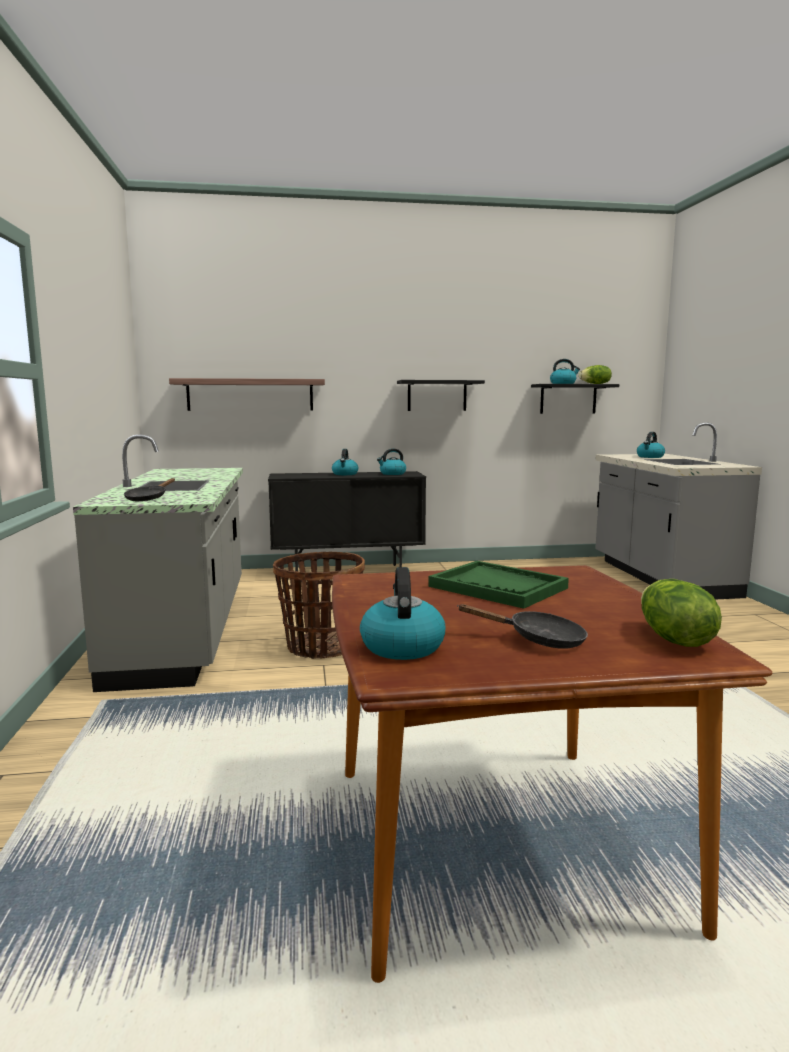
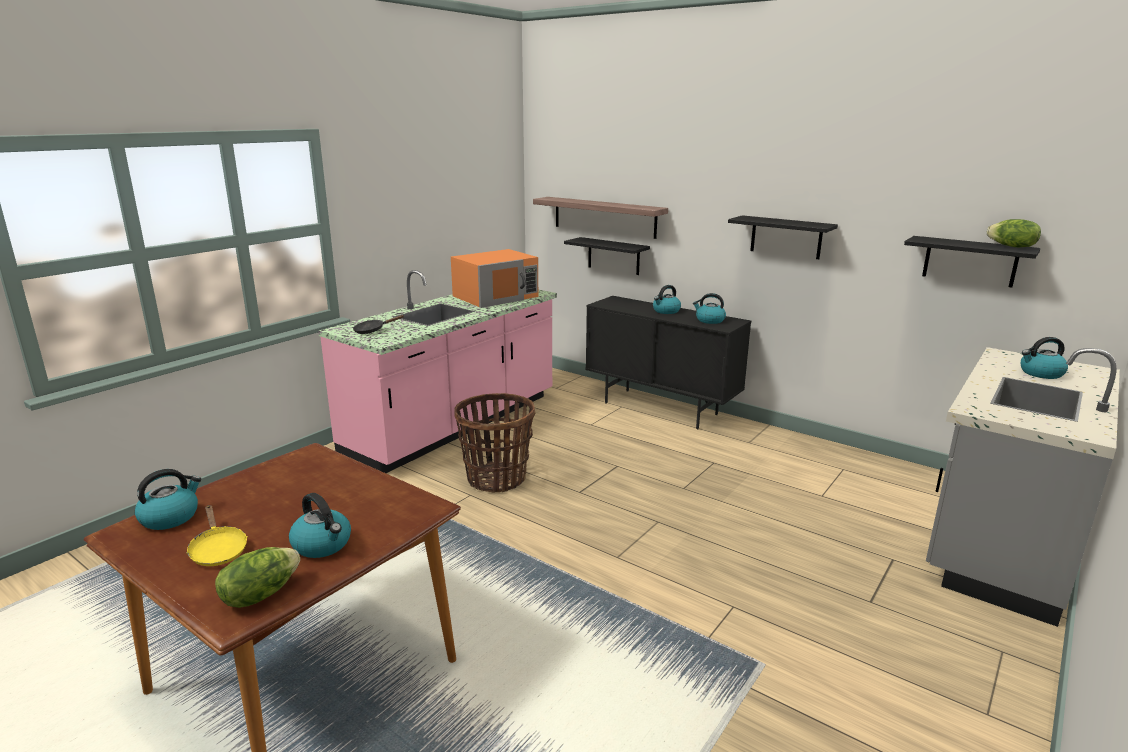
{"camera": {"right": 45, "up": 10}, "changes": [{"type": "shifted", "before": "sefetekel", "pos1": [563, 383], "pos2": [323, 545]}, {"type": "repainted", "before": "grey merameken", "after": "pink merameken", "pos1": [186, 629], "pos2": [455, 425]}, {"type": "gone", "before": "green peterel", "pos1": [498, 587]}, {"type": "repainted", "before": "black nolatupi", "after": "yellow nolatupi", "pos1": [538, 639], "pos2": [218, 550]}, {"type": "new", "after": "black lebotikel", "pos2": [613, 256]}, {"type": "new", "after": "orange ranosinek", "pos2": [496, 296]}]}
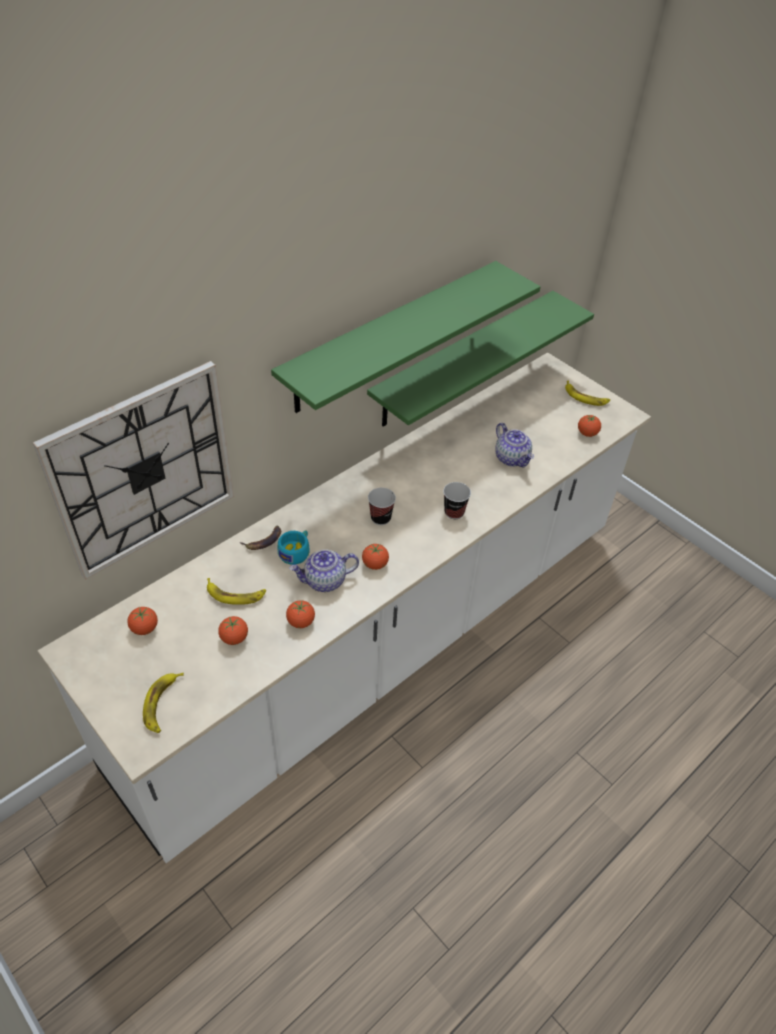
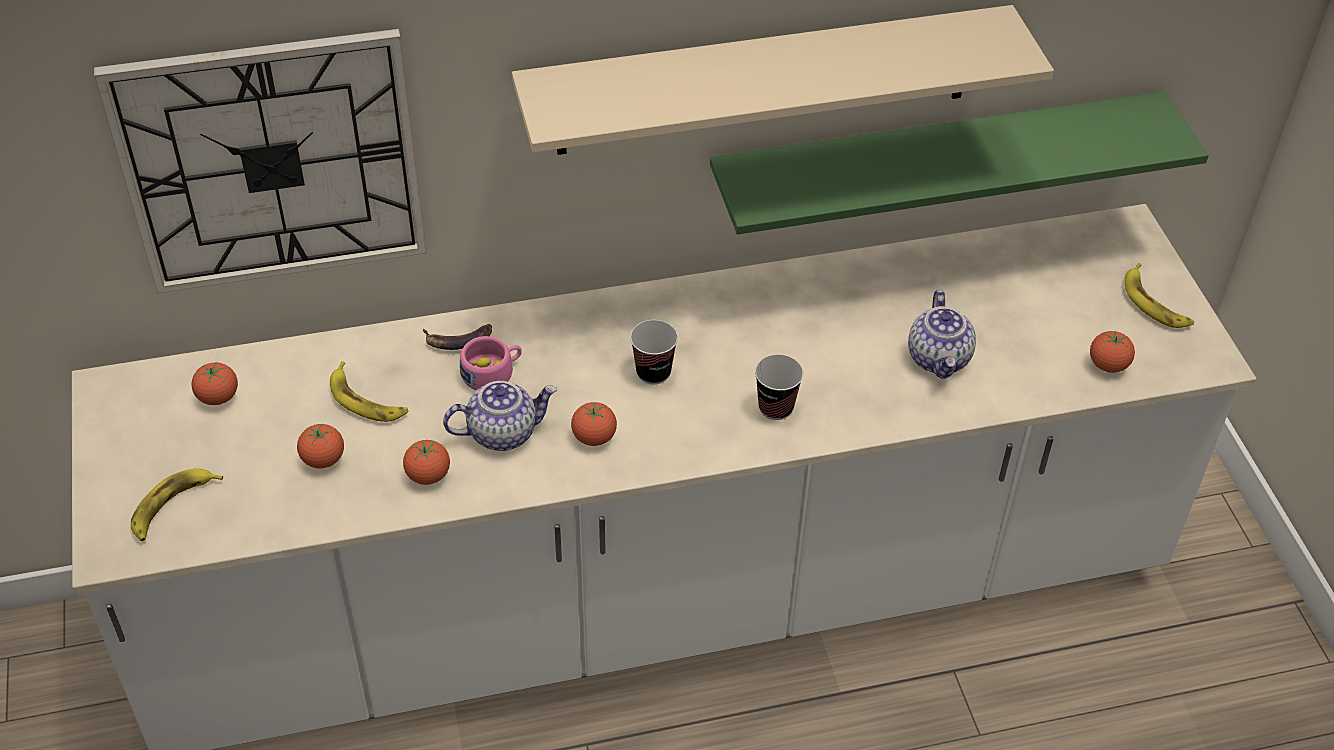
{"camera": {"right": 30, "up": 0}, "changes": [{"type": "repainted", "before": "green lebotikel", "after": "beige lebotikel", "pos1": [391, 336], "pos2": [765, 81]}, {"type": "repainted", "before": "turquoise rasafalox", "after": "pink rasafalox", "pos1": [296, 551], "pos2": [492, 373]}, {"type": "rotated", "before": "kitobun", "pos1": [324, 581], "pos2": [503, 432], "turn": 150}]}
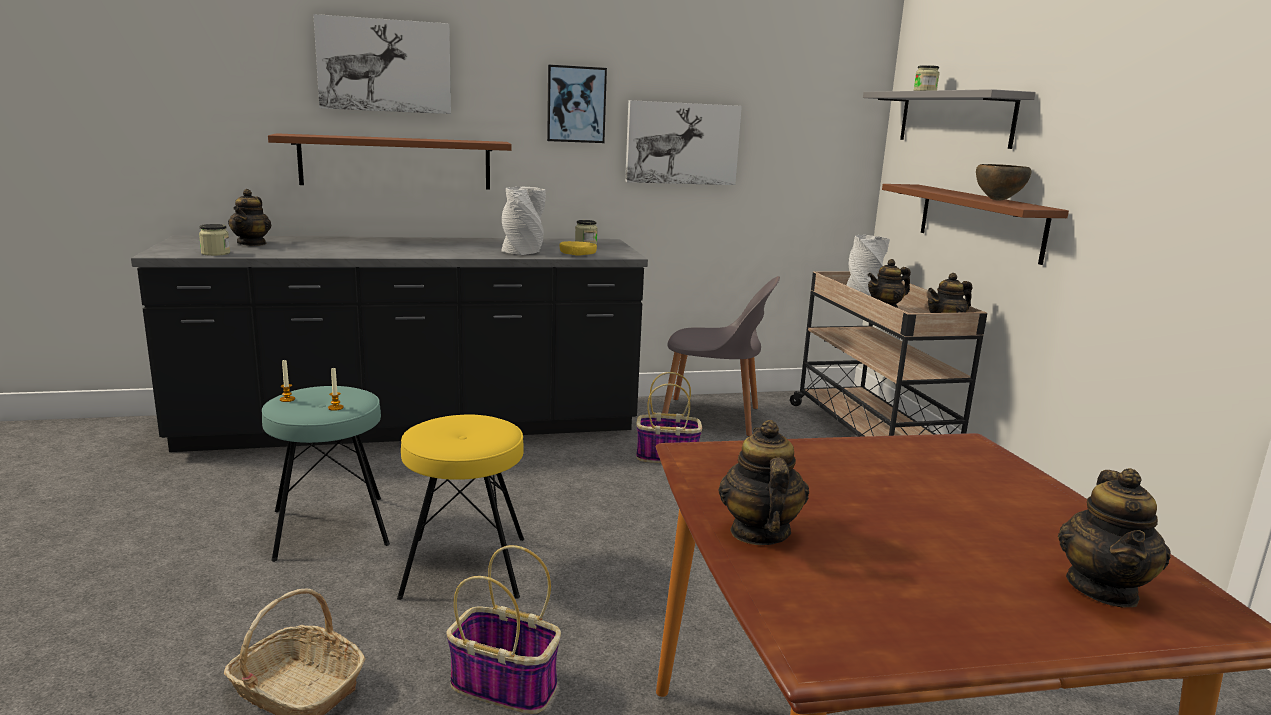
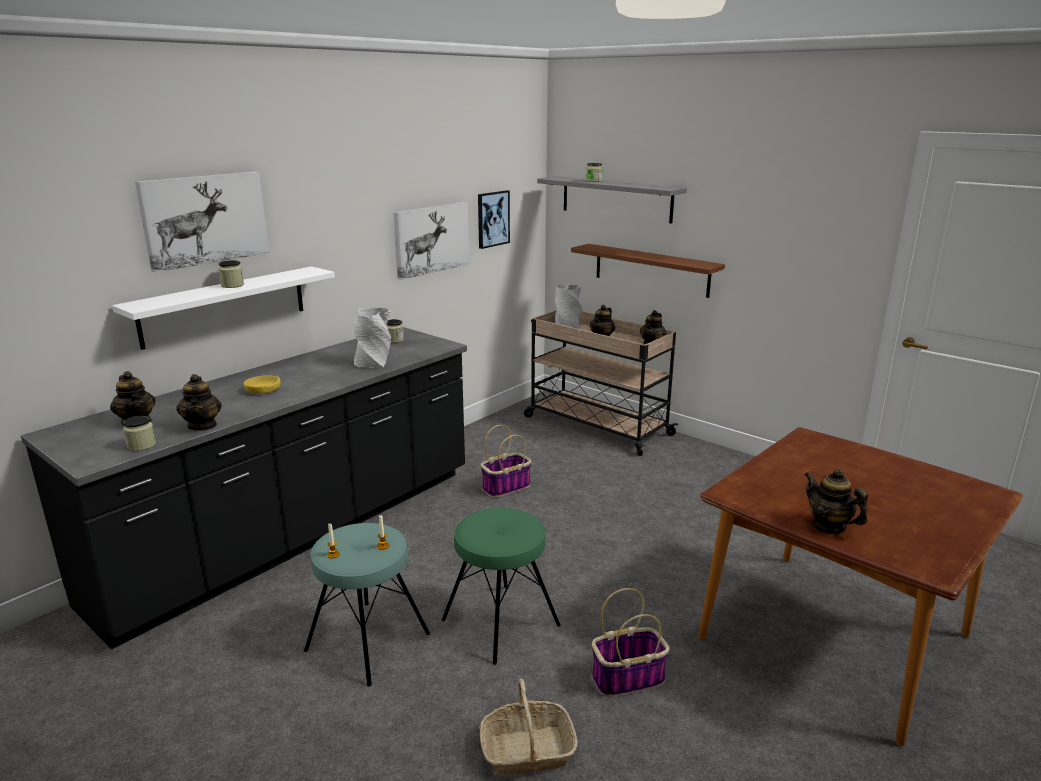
{"camera": {"right": -35, "up": 5}, "changes": [{"type": "shifted", "before": "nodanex", "pos1": [576, 104], "pos2": [492, 219]}, {"type": "repainted", "before": "brown lebotikel", "after": "white lebotikel", "pos1": [396, 162], "pos2": [224, 306]}, {"type": "gone", "before": "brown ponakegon", "pos1": [997, 200]}, {"type": "shifted", "before": "yellow ponakegon", "pos1": [577, 253], "pos2": [263, 389]}, {"type": "gone", "before": "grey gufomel", "pos1": [714, 417]}, {"type": "repainted", "before": "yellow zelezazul", "after": "green zelezazul", "pos1": [464, 567], "pos2": [500, 623]}, {"type": "shifted", "before": "kitobun", "pos1": [1103, 589], "pos2": [203, 425]}, {"type": "new", "after": "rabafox", "pos2": [232, 285]}]}
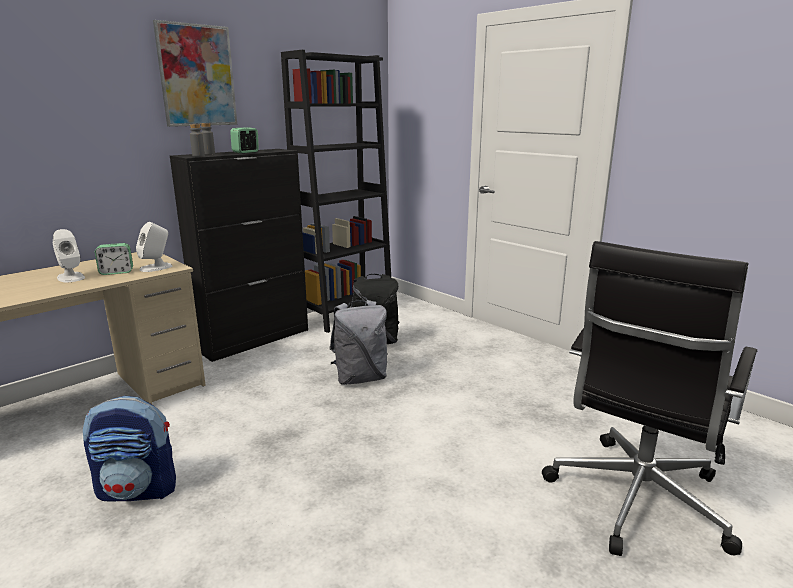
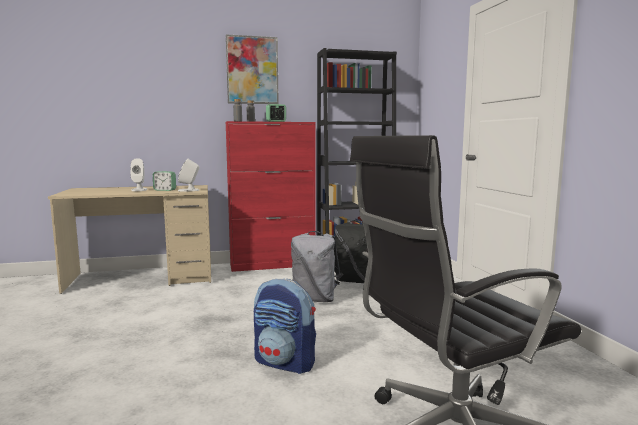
{"camera": {"right": 30, "up": -10}, "changes": [{"type": "repainted", "before": "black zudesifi", "after": "red zudesifi", "pos1": [255, 339], "pos2": [273, 265]}, {"type": "shifted", "before": "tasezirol", "pos1": [139, 489], "pos2": [285, 362]}]}
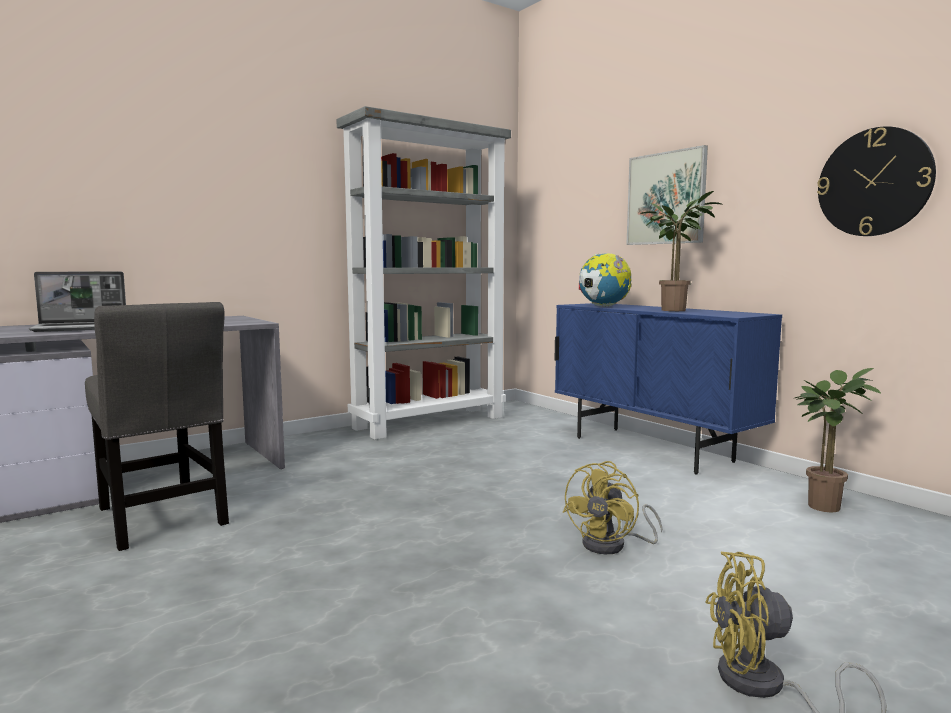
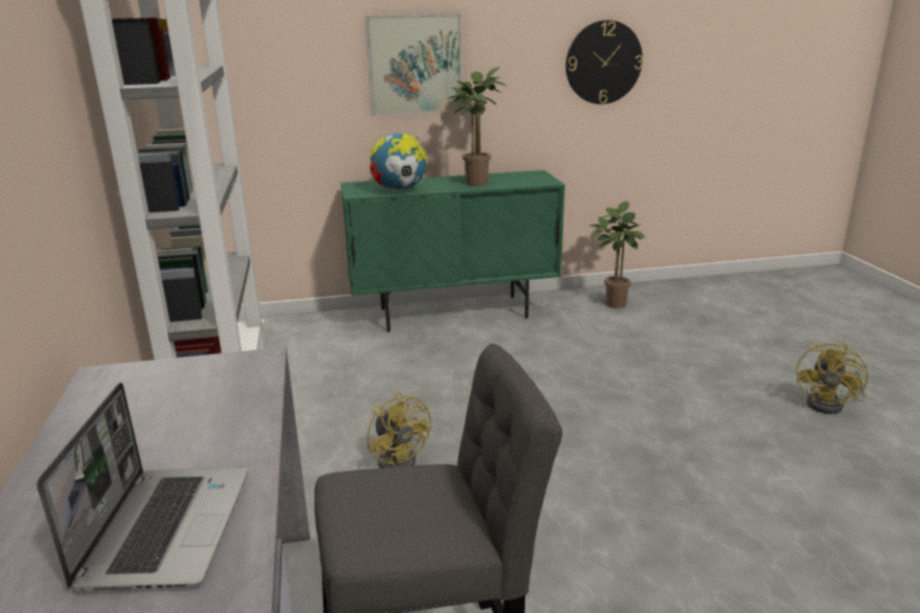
{"camera": {"right": -65, "up": 15}, "changes": [{"type": "repainted", "before": "blue zudesifi", "after": "green zudesifi", "pos1": [651, 449], "pos2": [454, 313]}, {"type": "shifted", "before": "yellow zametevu", "pos1": [612, 545], "pos2": [400, 458]}]}
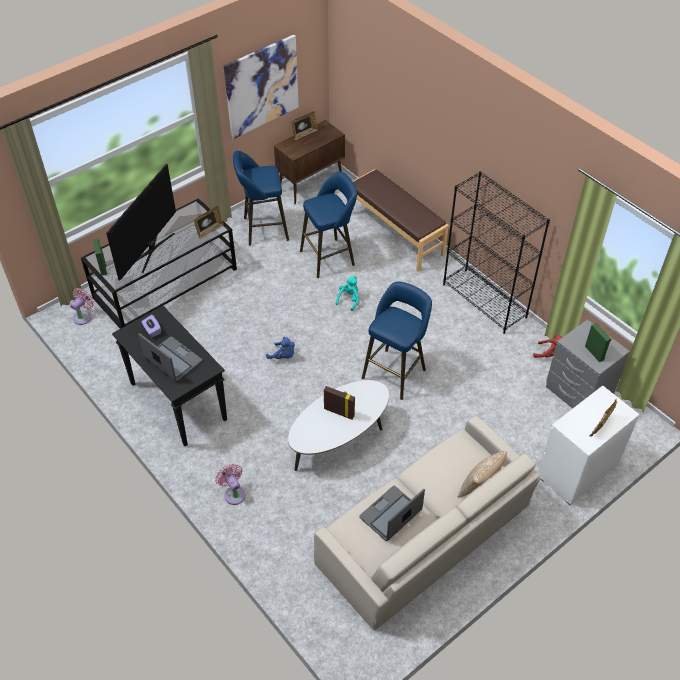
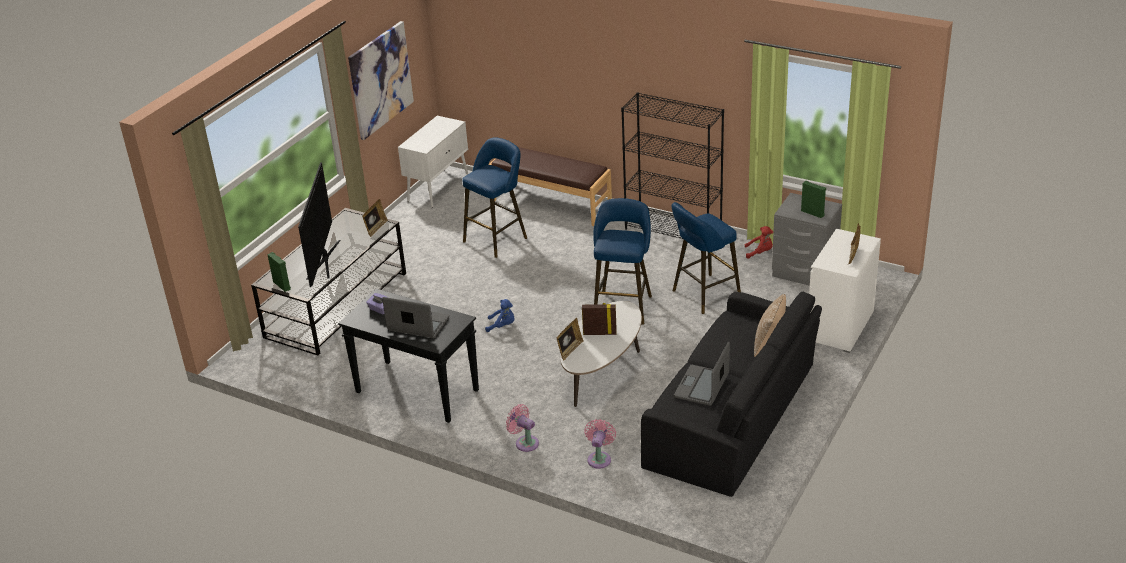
{"camera": {"right": -20, "up": -15}, "changes": [{"type": "shifted", "before": "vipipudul", "pos1": [304, 134], "pos2": [569, 350]}, {"type": "repainted", "before": "brown zudesifi", "after": "white zudesifi", "pos1": [311, 184], "pos2": [438, 188]}, {"type": "shifted", "before": "blue zelezazul", "pos1": [262, 229], "pos2": [703, 295]}, {"type": "gone", "before": "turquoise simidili", "pos1": [349, 299]}, {"type": "shifted", "before": "pink zametevu", "pos1": [83, 316], "pos2": [599, 458]}, {"type": "repainted", "before": "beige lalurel", "after": "black lalurel", "pos1": [425, 535], "pos2": [733, 414]}]}
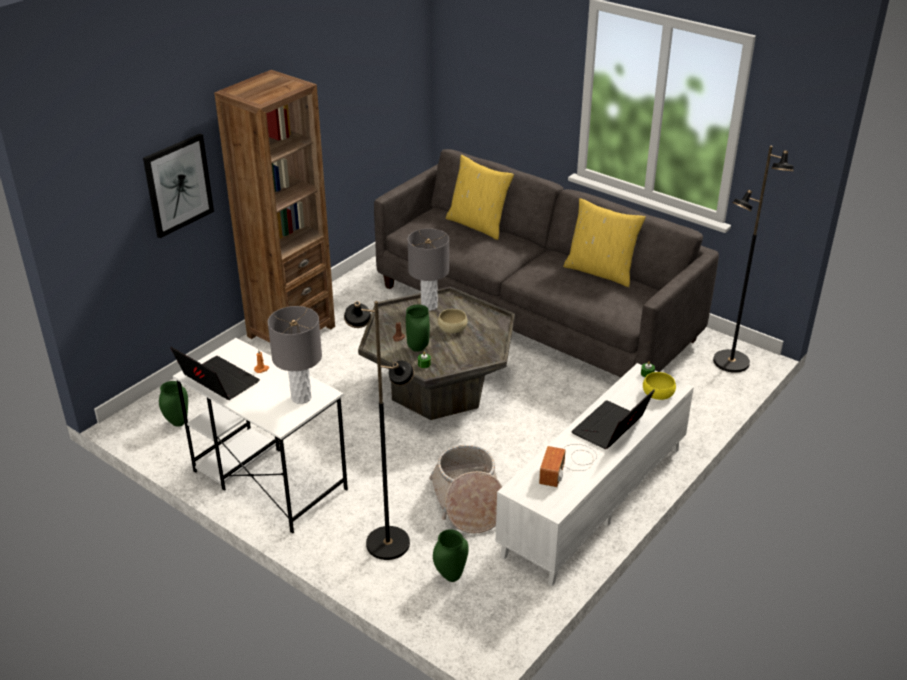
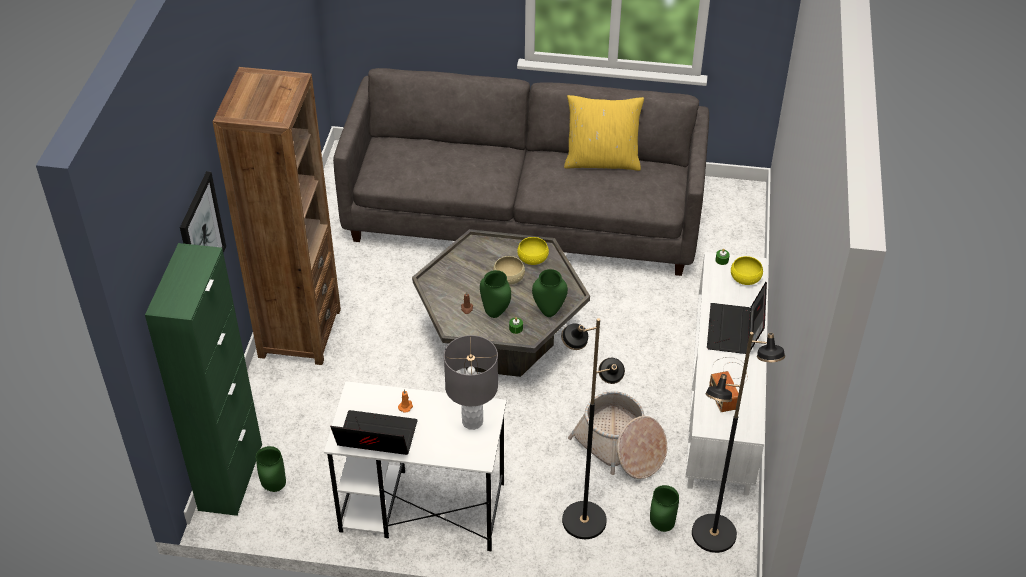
{"camera": {"right": -30, "up": 10}, "changes": [{"type": "shifted", "before": "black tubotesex", "pos1": [731, 362], "pos2": [714, 535]}, {"type": "gone", "before": "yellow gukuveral", "pos1": [478, 225]}, {"type": "gone", "before": "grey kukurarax", "pos1": [429, 306]}, {"type": "new", "after": "yellow ponakegon", "pos2": [532, 258]}, {"type": "new", "after": "green zudesifi", "pos2": [230, 477]}, {"type": "new", "after": "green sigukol", "pos2": [549, 311]}]}
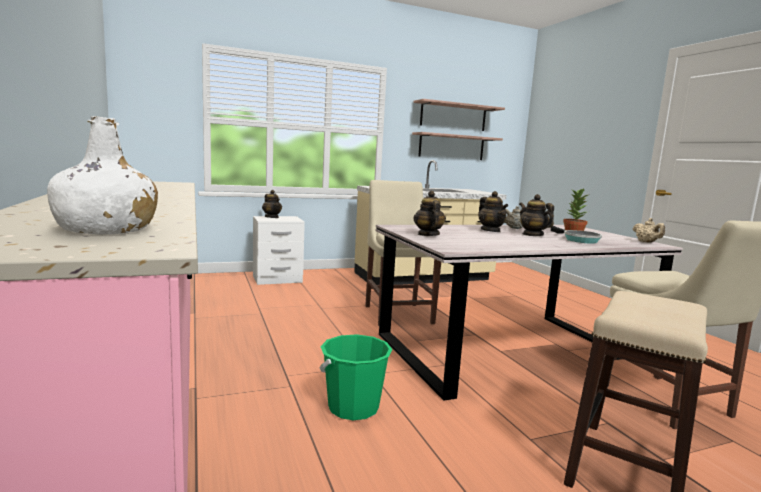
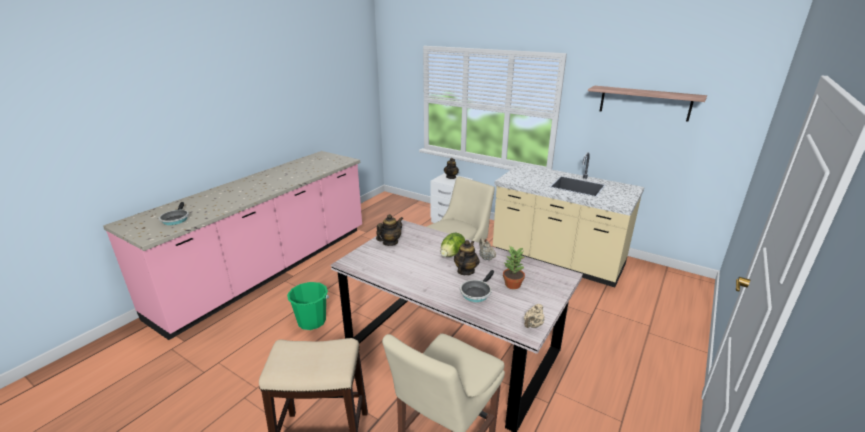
{"camera": {"right": 55, "up": 15}, "changes": [{"type": "swapped", "before": "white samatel", "after": "nolatupi", "pos1": [106, 230], "pos2": [175, 219]}, {"type": "gone", "before": "lebotikel", "pos1": [451, 147]}, {"type": "swapped", "before": "kitobun", "after": "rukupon", "pos1": [490, 231], "pos2": [452, 254]}]}
